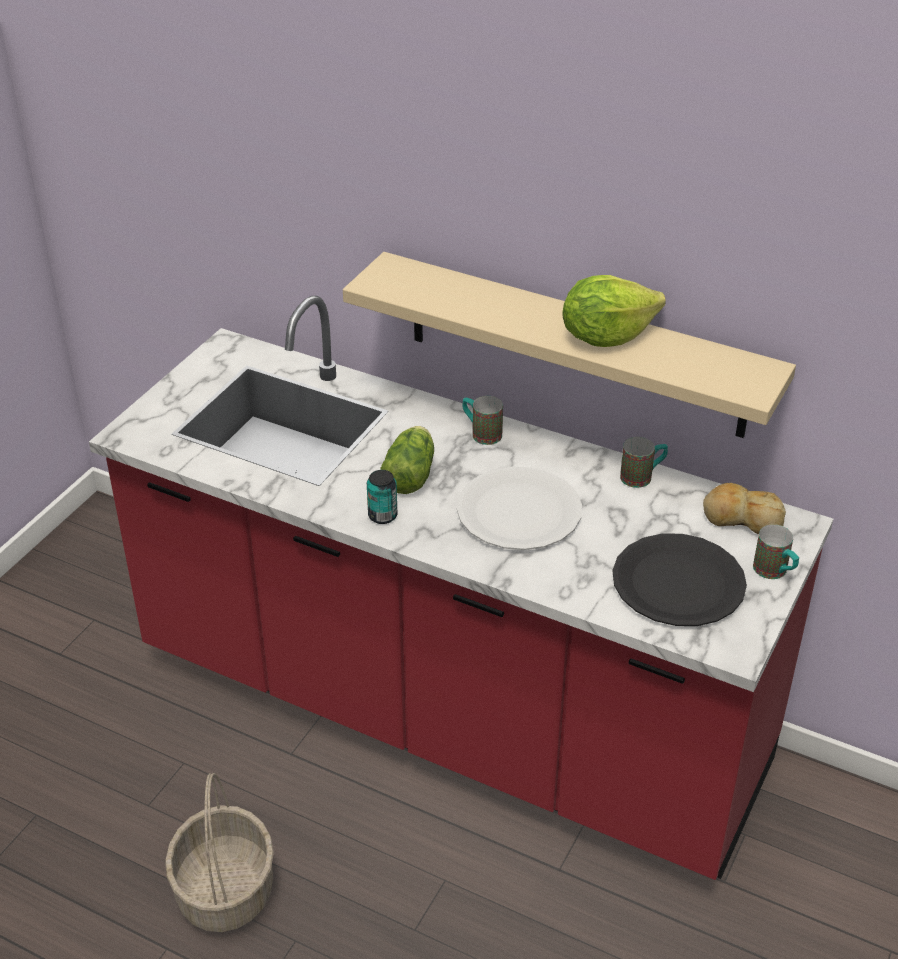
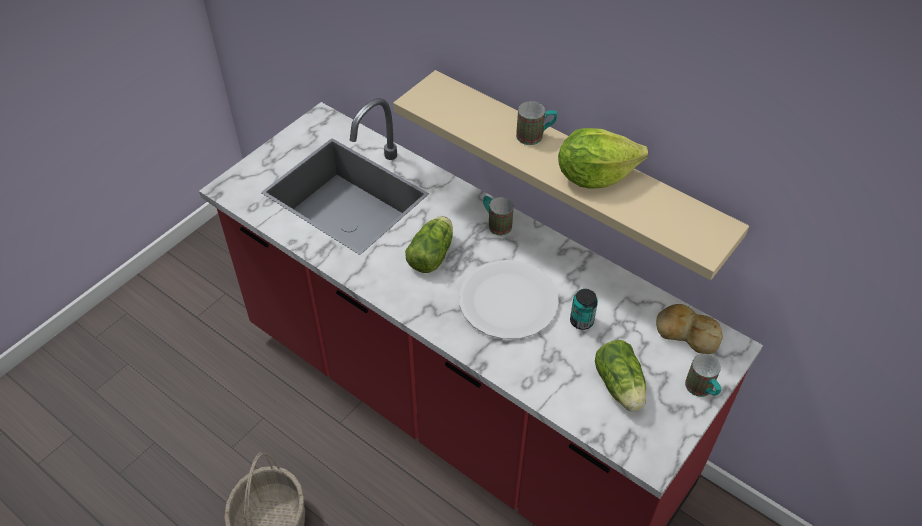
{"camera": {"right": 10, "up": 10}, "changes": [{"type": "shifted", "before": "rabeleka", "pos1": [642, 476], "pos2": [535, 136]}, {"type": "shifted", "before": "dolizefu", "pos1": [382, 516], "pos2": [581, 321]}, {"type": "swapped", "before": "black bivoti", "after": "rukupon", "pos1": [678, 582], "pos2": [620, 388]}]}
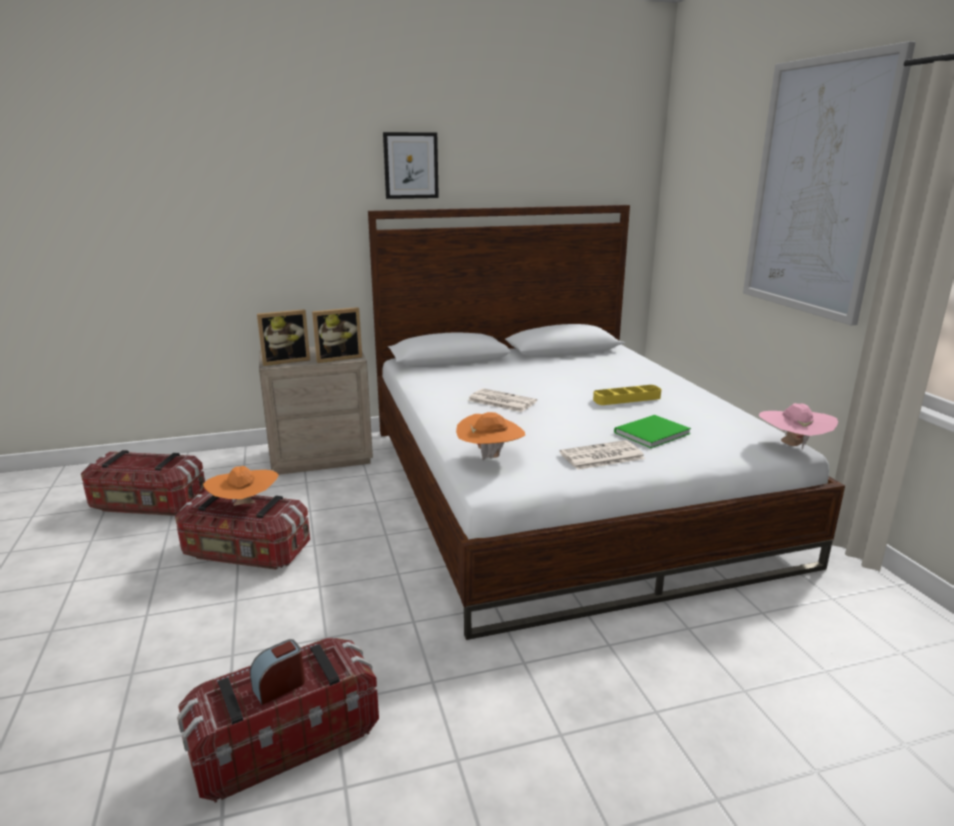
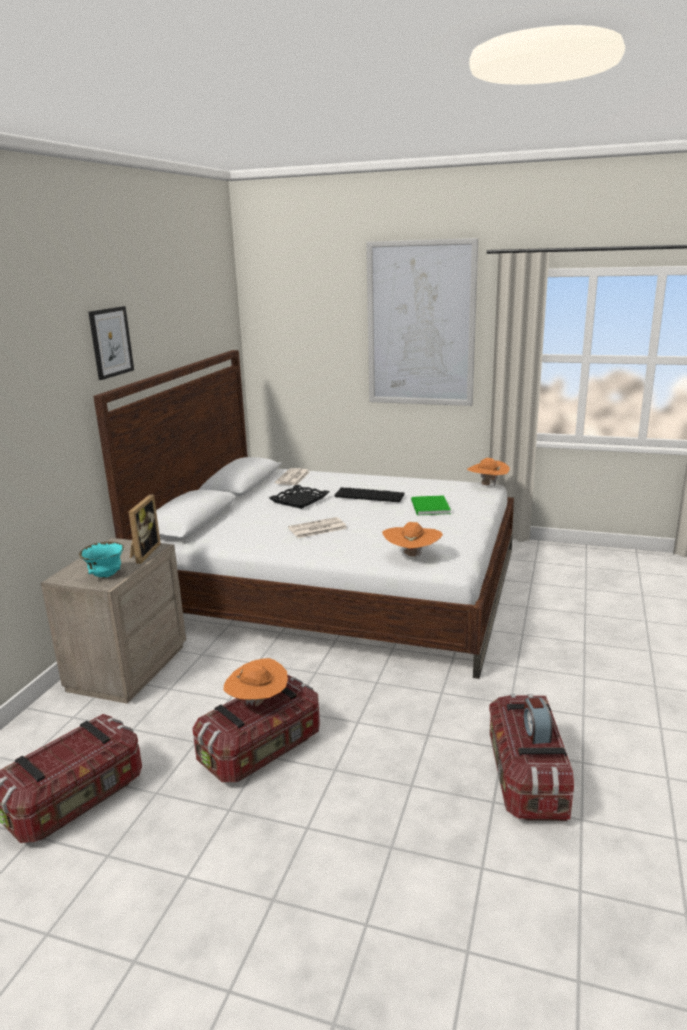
{"camera": {"right": -55, "up": 0}, "changes": [{"type": "swapped", "before": "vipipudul", "after": "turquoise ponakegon", "pos1": [285, 361], "pos2": [105, 576]}, {"type": "swapped", "before": "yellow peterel", "after": "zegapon", "pos1": [626, 399], "pos2": [370, 496]}, {"type": "repainted", "before": "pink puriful", "after": "orange puriful", "pos1": [792, 446], "pos2": [487, 485]}, {"type": "shifted", "before": "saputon", "pos1": [601, 456], "pos2": [293, 478]}, {"type": "new", "after": "black peterel", "pos2": [299, 500]}]}
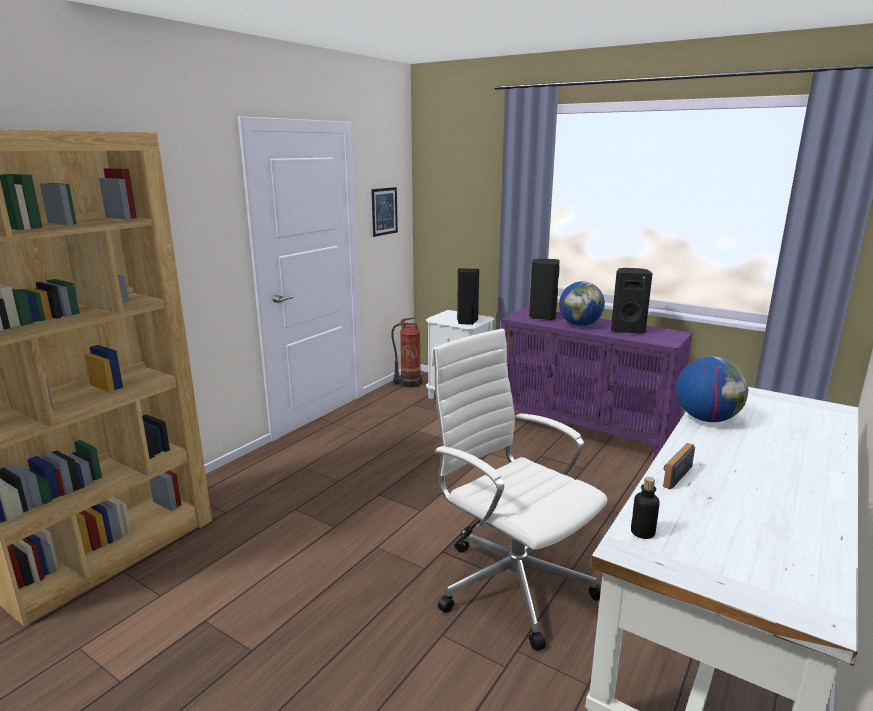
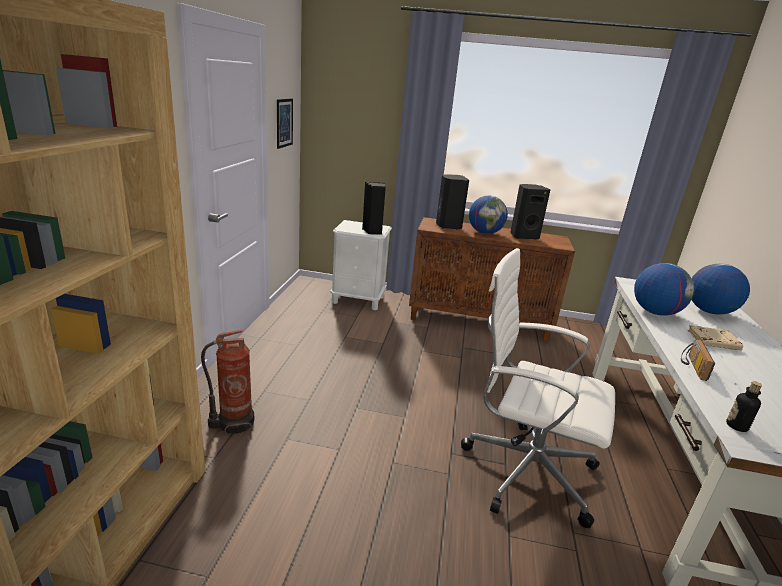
{"camera": {"right": -25, "up": 5}, "changes": [{"type": "repainted", "before": "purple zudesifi", "after": "brown zudesifi", "pos1": [585, 432], "pos2": [479, 321]}, {"type": "shifted", "before": "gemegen", "pos1": [409, 383], "pos2": [234, 422]}, {"type": "new", "after": "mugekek", "pos2": [709, 311]}, {"type": "new", "after": "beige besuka", "pos2": [713, 341]}]}
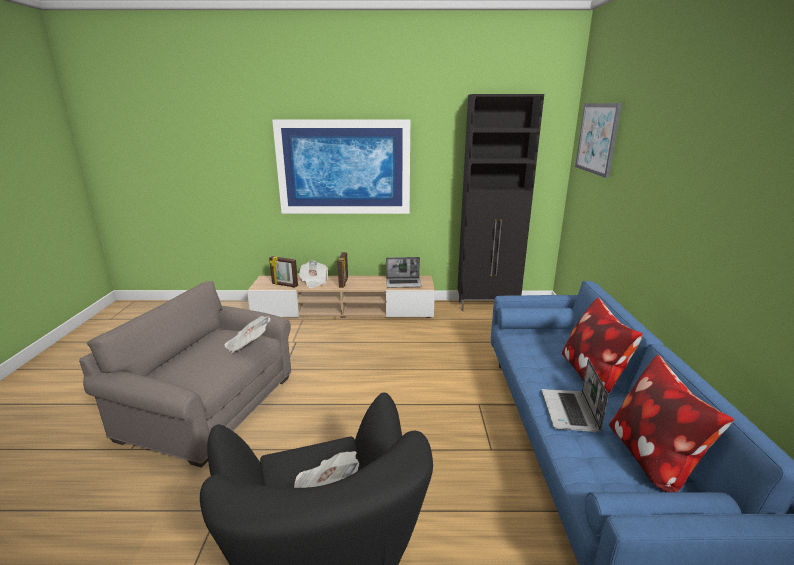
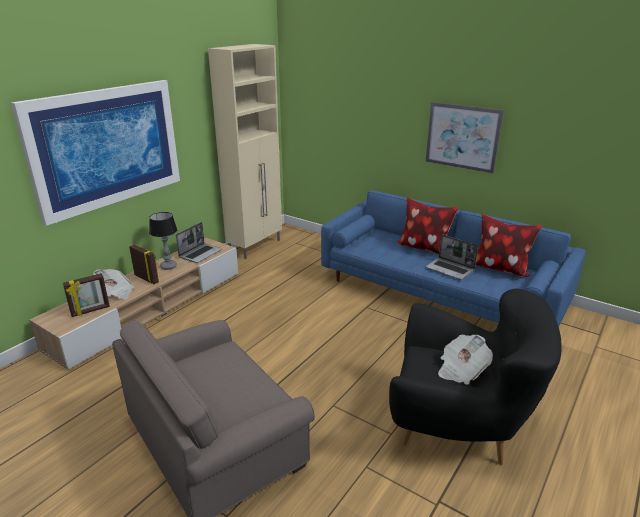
{"camera": {"right": -55, "up": 5}, "changes": [{"type": "repainted", "before": "black zudesifi", "after": "beige zudesifi", "pos1": [488, 306], "pos2": [256, 246]}, {"type": "shifted", "before": "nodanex", "pos1": [597, 138], "pos2": [462, 137]}, {"type": "gone", "before": "saputon", "pos1": [248, 345]}, {"type": "new", "after": "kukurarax", "pos2": [168, 266]}]}
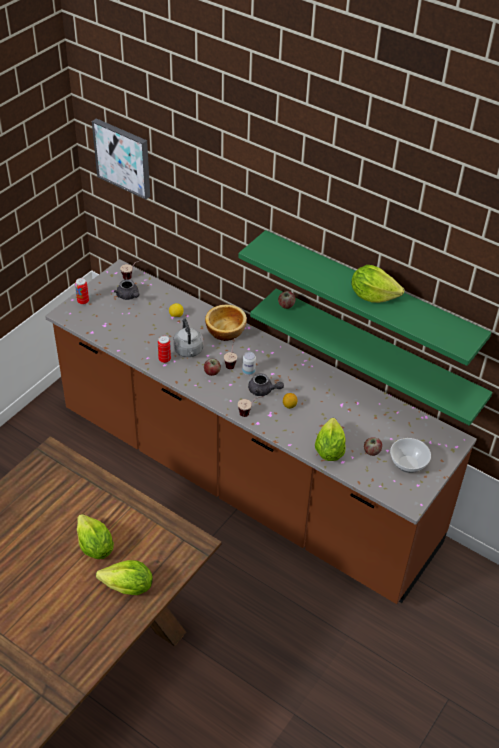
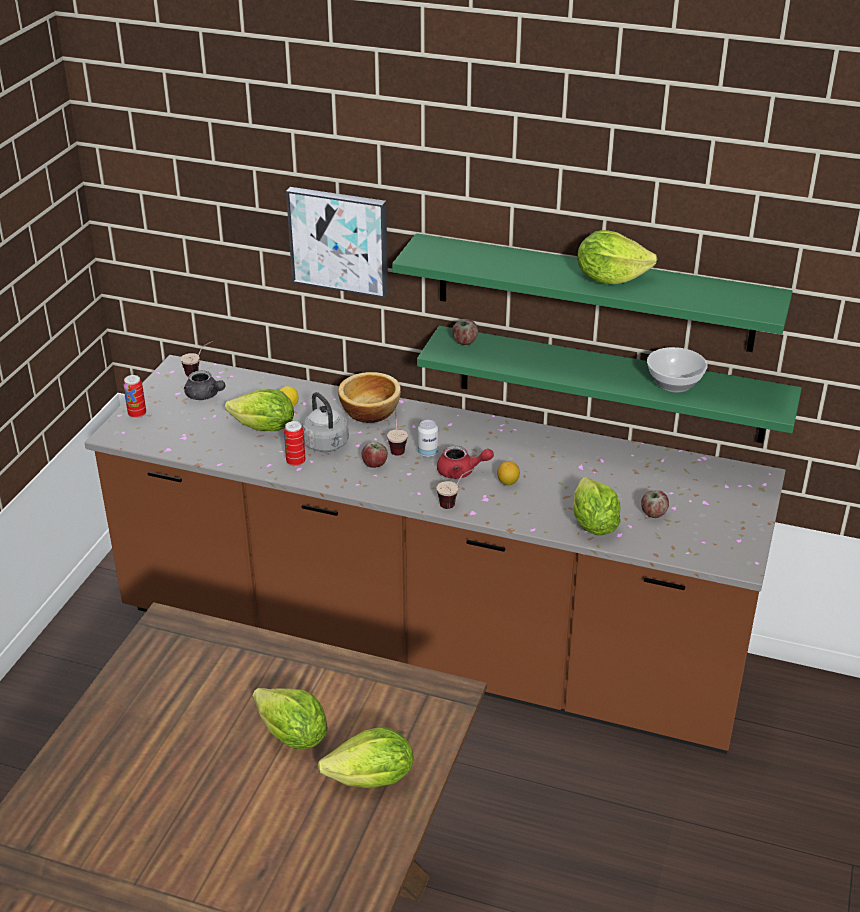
{"camera": {"right": -15, "up": -10}, "changes": [{"type": "shifted", "before": "nodanex", "pos1": [123, 157], "pos2": [339, 240]}, {"type": "repainted", "before": "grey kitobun", "after": "red kitobun", "pos1": [263, 391], "pos2": [461, 472]}, {"type": "shifted", "before": "ponakegon", "pos1": [407, 464], "pos2": [674, 384]}, {"type": "new", "after": "rukupon", "pos2": [264, 428]}]}
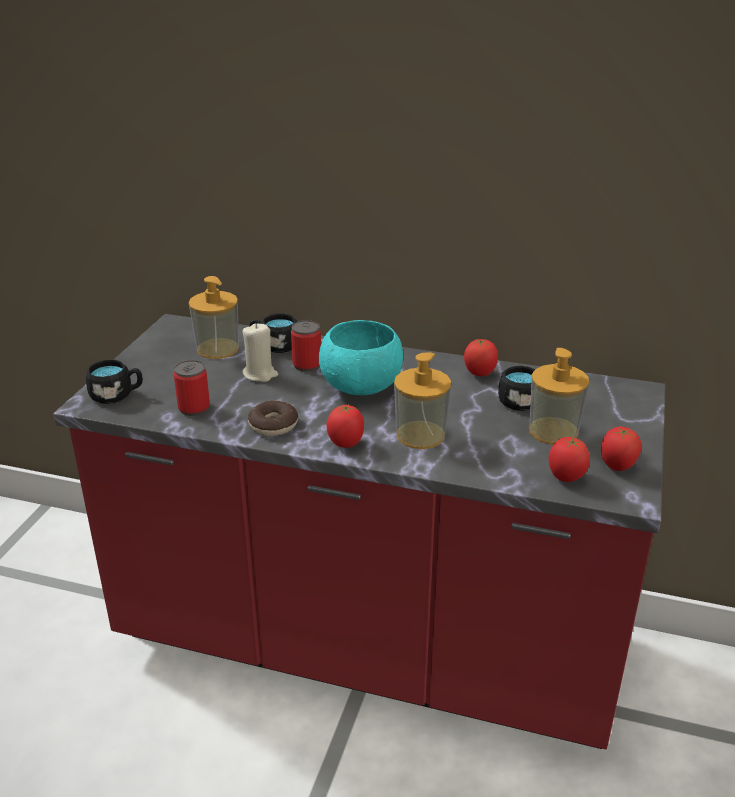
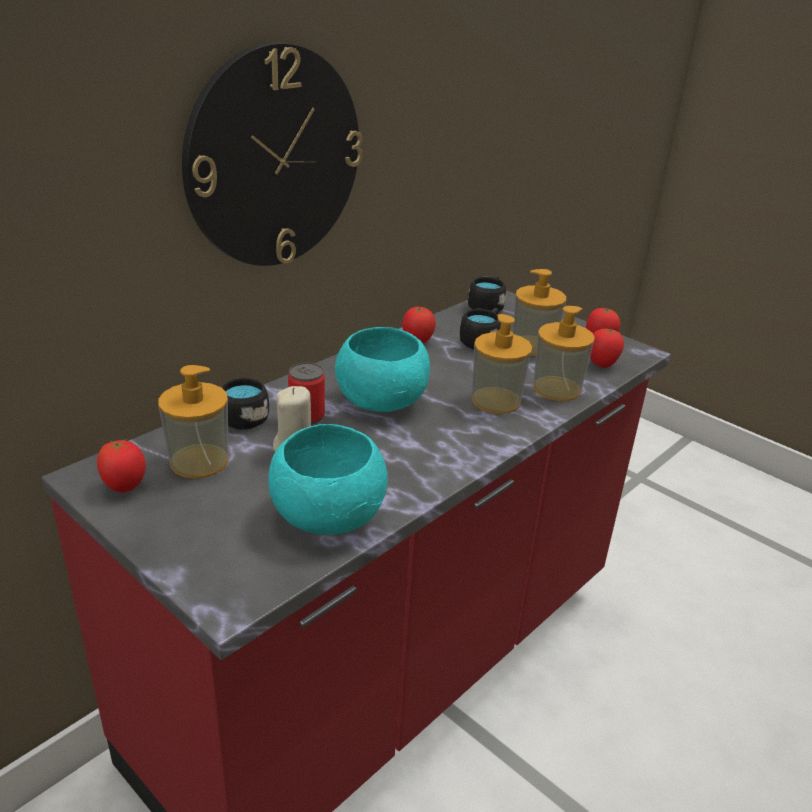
{"camera": {"right": -65, "up": 0}, "changes": [{"type": "shifted", "before": "black rabeleka", "pos1": [117, 395], "pos2": [487, 306]}, {"type": "swapped", "before": "dolizefu", "after": "turquoise ponakegon", "pos1": [194, 408], "pos2": [328, 514]}, {"type": "gone", "before": "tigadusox", "pos1": [273, 425]}, {"type": "shifted", "before": "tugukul", "pos1": [346, 444], "pos2": [125, 487]}, {"type": "new", "after": "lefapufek", "pos2": [274, 158]}, {"type": "new", "after": "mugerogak", "pos2": [557, 388]}]}
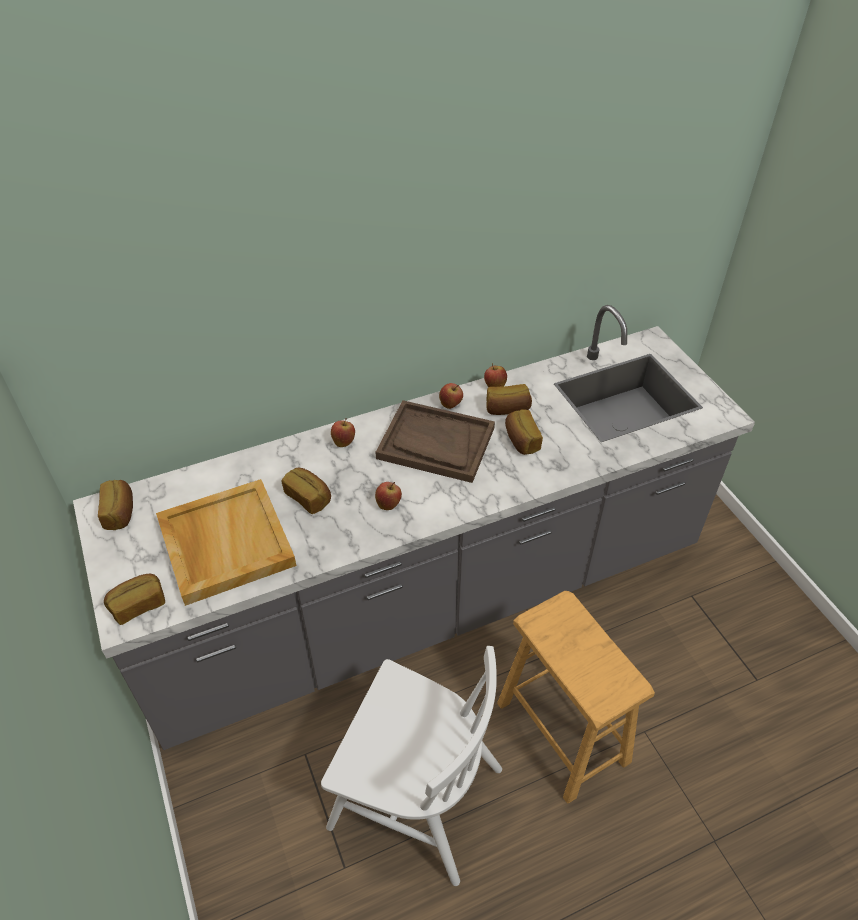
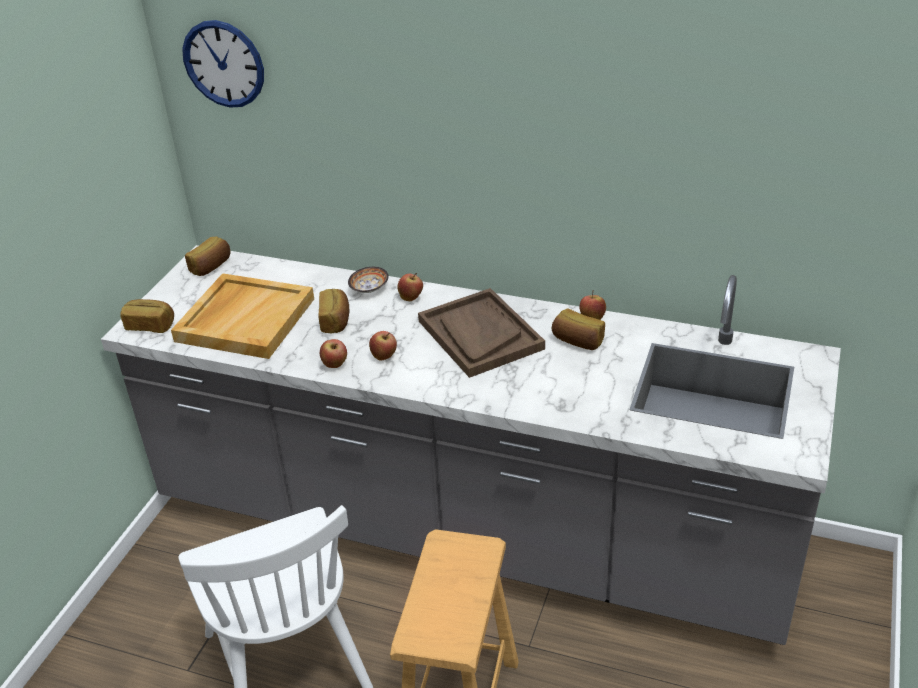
{"camera": {"right": 45, "up": -10}, "changes": [{"type": "shifted", "before": "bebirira", "pos1": [451, 404], "pos2": [335, 365]}, {"type": "gone", "before": "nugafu", "pos1": [521, 440]}, {"type": "new", "after": "lefapufek", "pos2": [224, 64]}, {"type": "new", "after": "ponakegon", "pos2": [369, 289]}]}
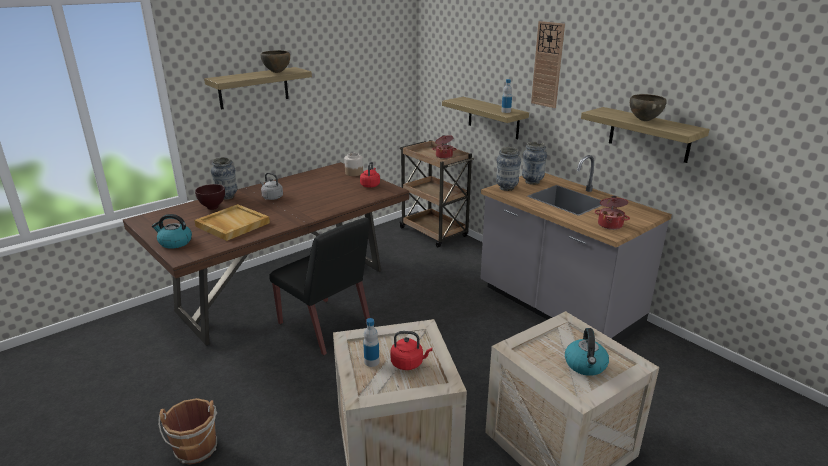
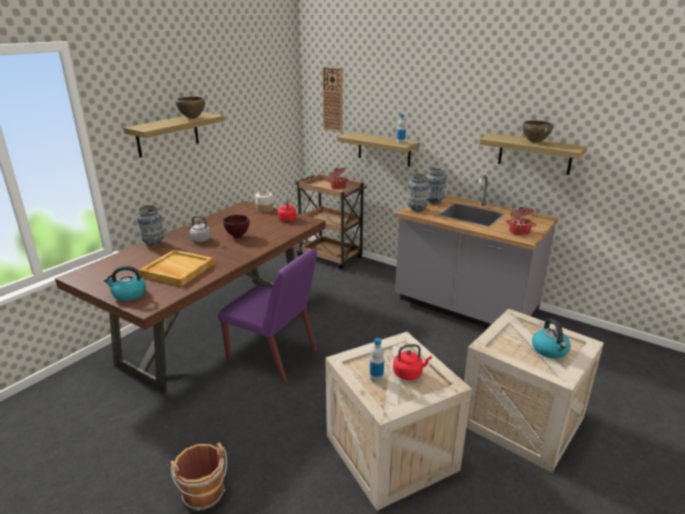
{"camera": {"right": -15, "up": 0}, "changes": [{"type": "shifted", "before": "lefapufek", "pos1": [548, 65], "pos2": [333, 99]}, {"type": "shifted", "before": "brown ponakegon", "pos1": [212, 208], "pos2": [237, 237]}, {"type": "repainted", "before": "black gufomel", "after": "purple gufomel", "pos1": [325, 326], "pos2": [273, 355]}]}
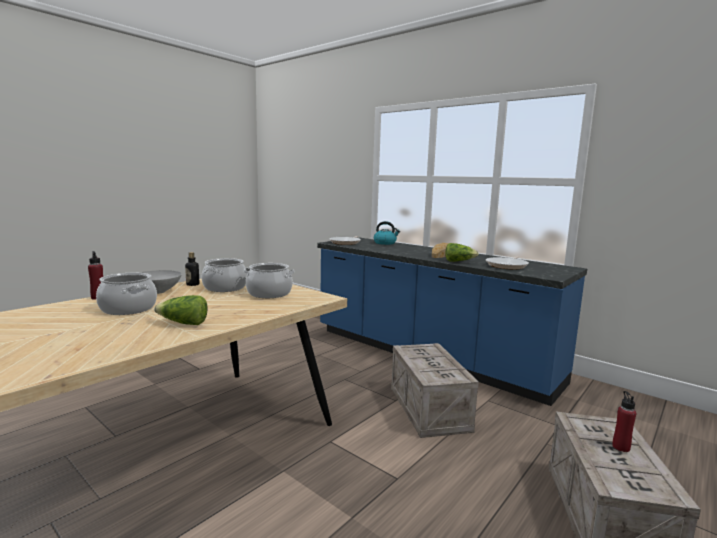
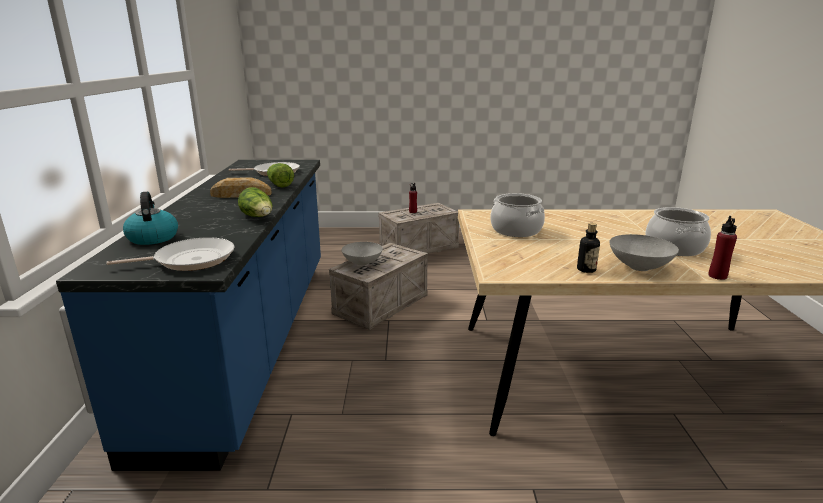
{"camera": {"right": -130, "up": 10}, "changes": [{"type": "gone", "before": "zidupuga", "pos1": [225, 288]}, {"type": "shifted", "before": "rukupon", "pos1": [183, 323], "pos2": [258, 217]}, {"type": "new", "after": "grey ponakegon", "pos2": [363, 263]}]}
